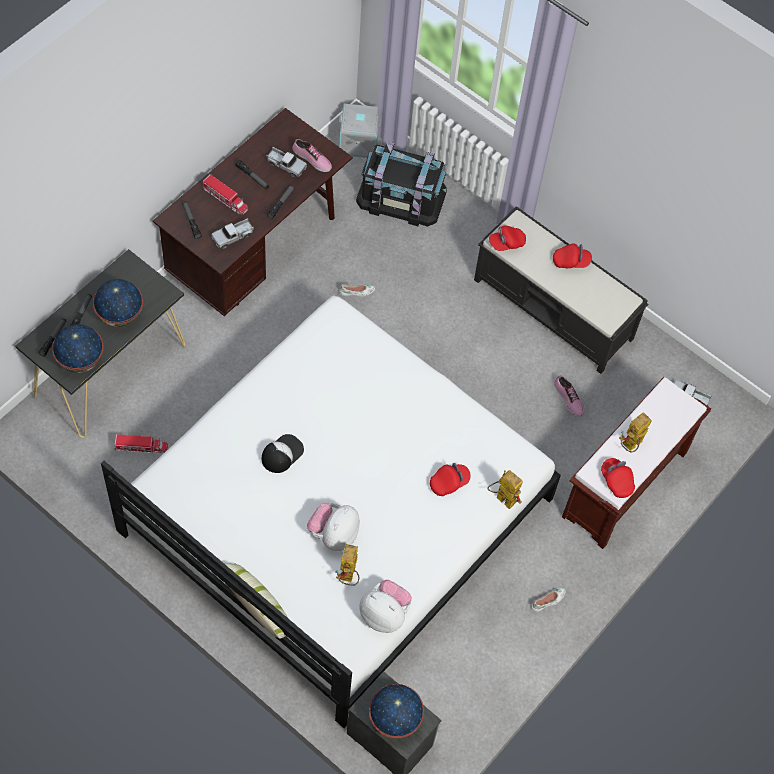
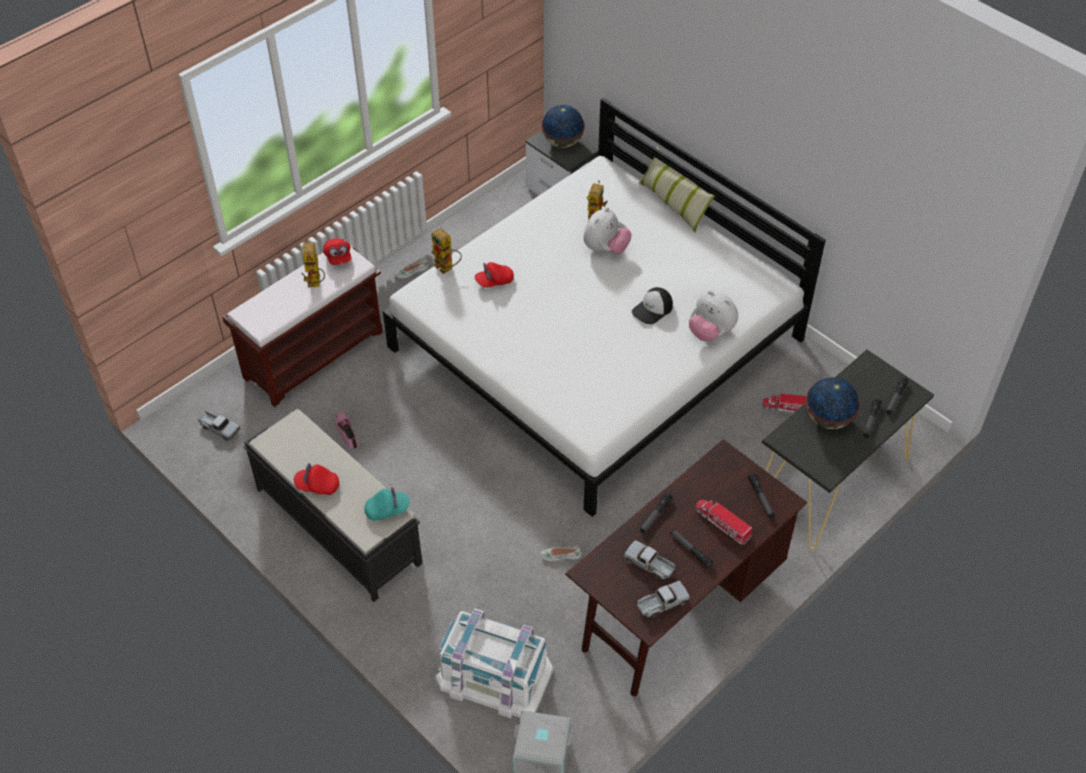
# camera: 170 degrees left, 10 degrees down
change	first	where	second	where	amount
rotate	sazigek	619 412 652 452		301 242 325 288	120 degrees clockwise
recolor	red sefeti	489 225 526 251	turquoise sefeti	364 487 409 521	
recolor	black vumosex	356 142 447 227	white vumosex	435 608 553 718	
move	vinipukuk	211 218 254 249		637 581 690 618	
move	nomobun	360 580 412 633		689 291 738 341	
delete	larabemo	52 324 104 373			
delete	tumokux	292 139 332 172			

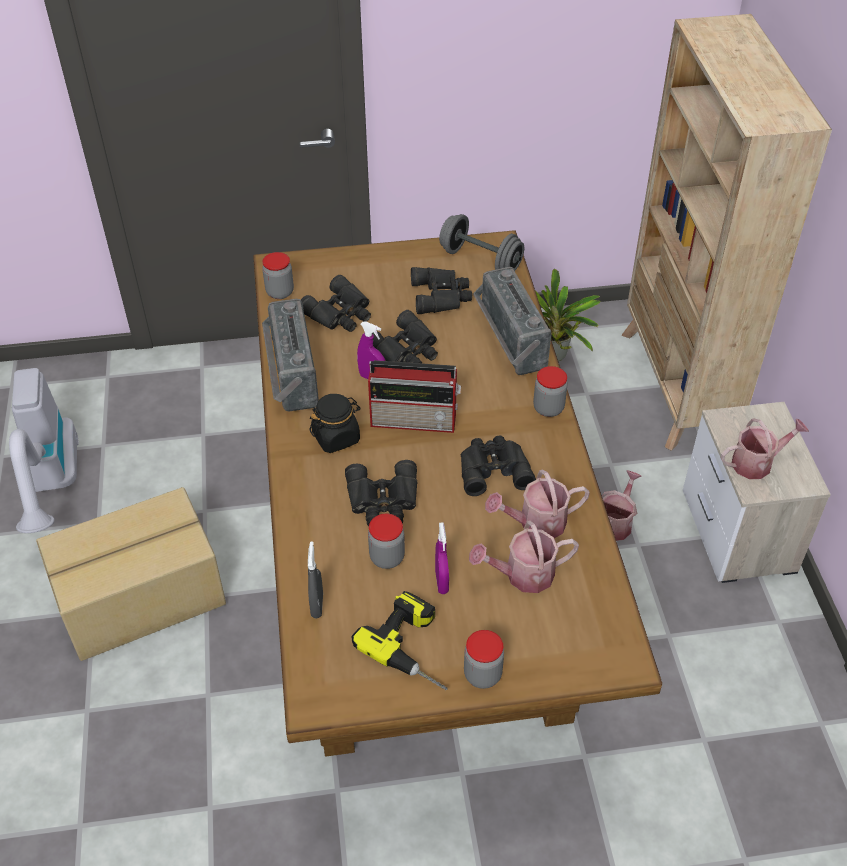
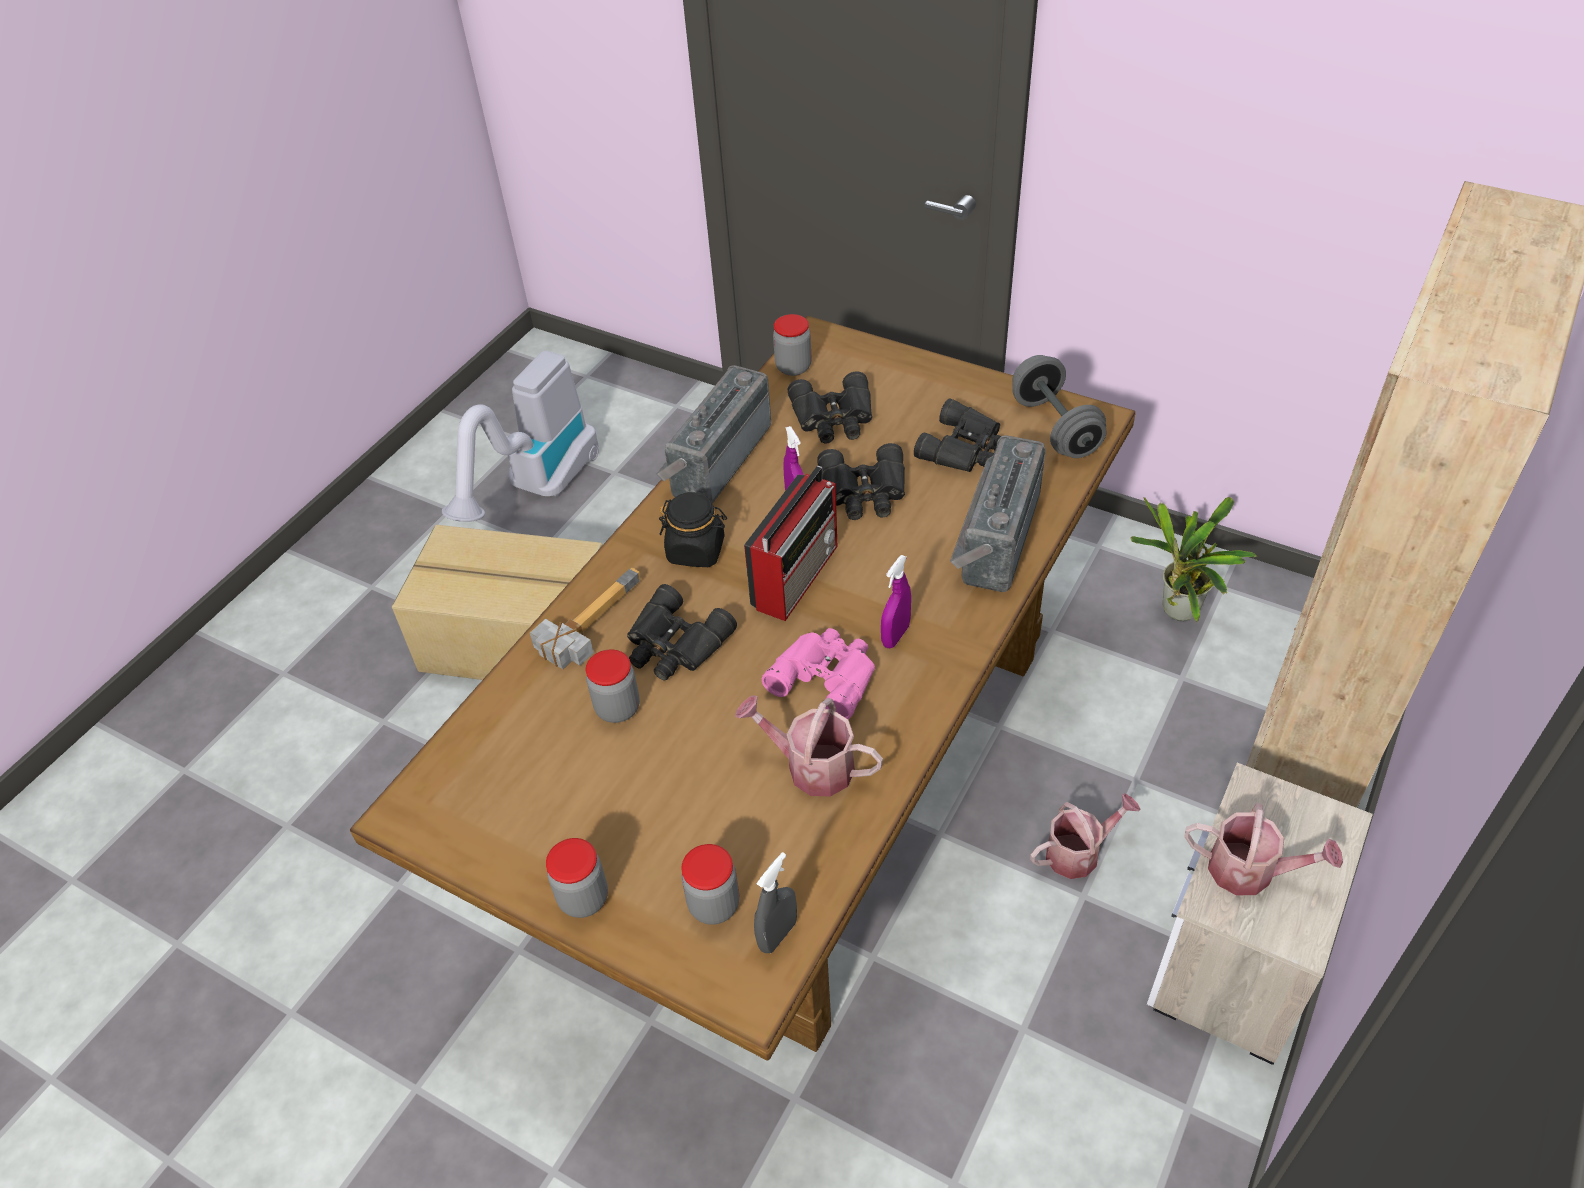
# camera: 40 degrees right, 0 degrees up
change	first	where	second	where	amount
insert			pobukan	530 568 641 669	
move	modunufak	533 366 568 417		681 844 739 925	
rotate	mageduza	368 360 461 433		744 466 837 621	105 degrees counterclockwise
move	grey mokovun	308 541 323 618		754 852 797 953	
recolor	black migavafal	461 435 536 496	pink migavafal	762 628 875 720	
move	purple mokovun	435 522 449 594		881 555 911 648	
delete	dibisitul	351 591 448 690			
delete	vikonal	469 520 579 593			

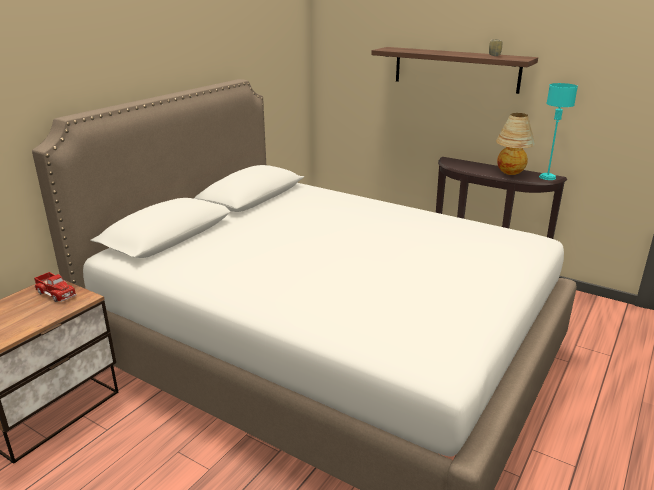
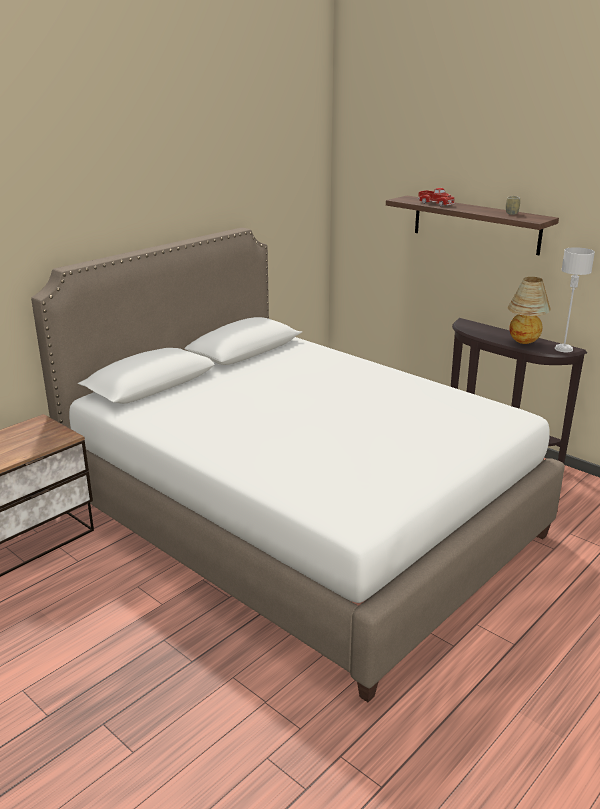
# camera: 10 degrees right, 0 degrees up
change	first	where	second	where	amount
move	vinipukuk	34 272 77 302		418 188 455 207	
recolor	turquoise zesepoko	539 83 578 180	grey zesepoko	555 247 595 352	

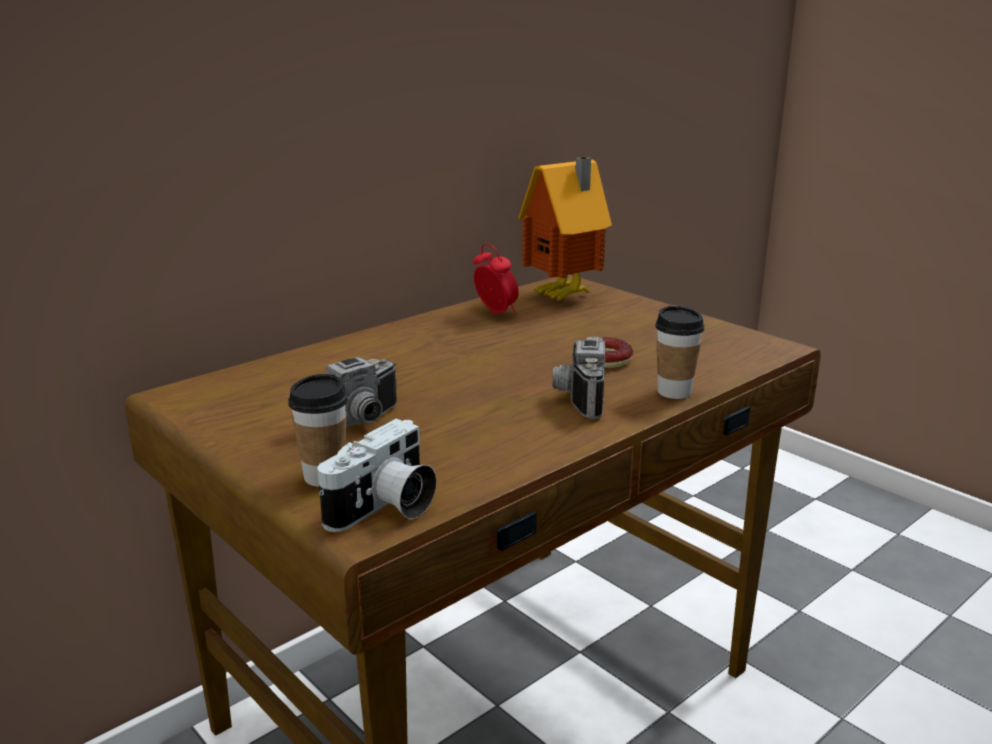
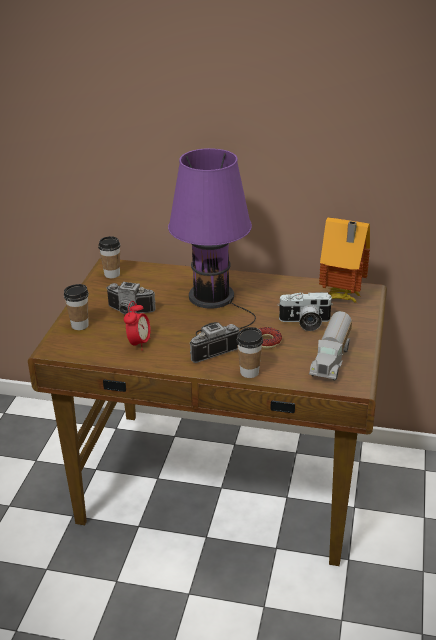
# camera: 55 degrees right, 10 degrees up
change	first	where	second	where	amount
insert			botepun	98 236 121 278	
move	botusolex	473 244 519 315		124 301 150 351	
insert			purple zesepoko	168 148 256 335	
move	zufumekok	318 419 437 532		278 292 333 331	
insert			vinipukuk	309 311 352 381	

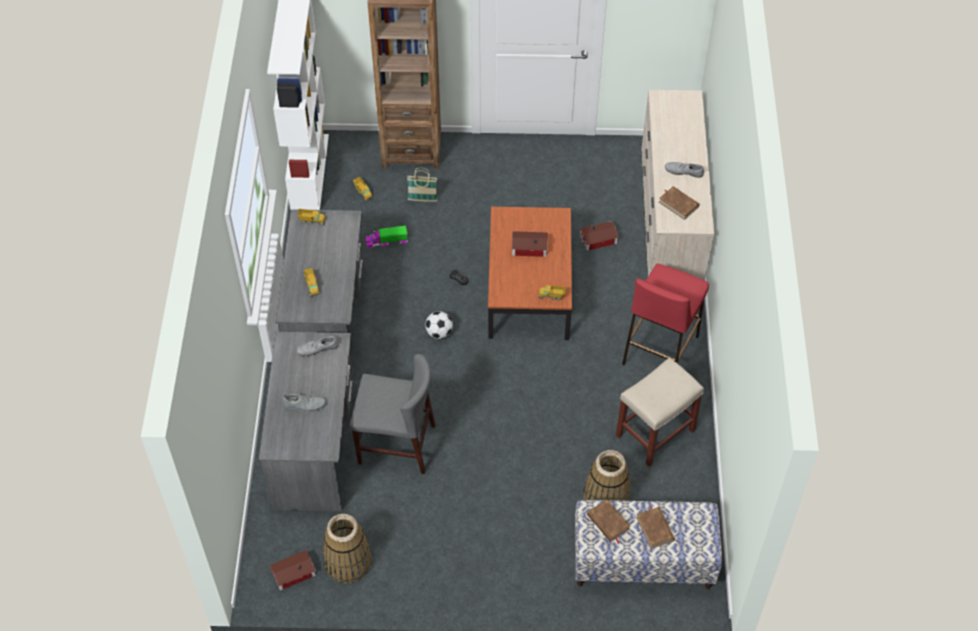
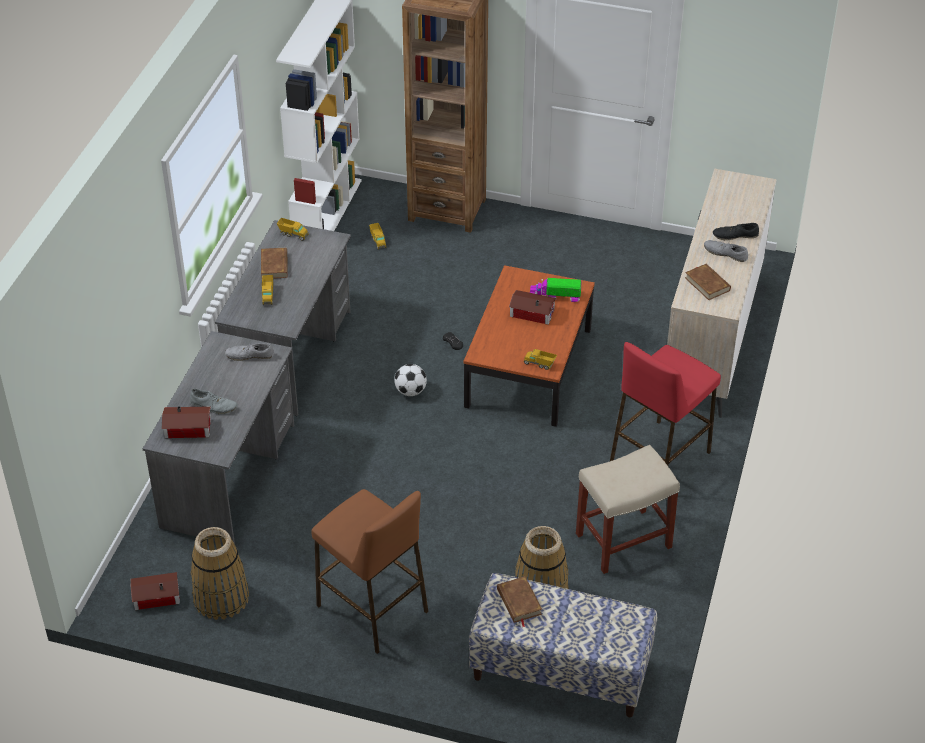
# camera: 15 degrees right, 10 degrees down
change	first	where	second	where	amount
move	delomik	580 221 619 251		162 406 211 438	
move	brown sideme	636 506 675 549		261 247 288 279	
insert			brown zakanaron	311 489 428 654	
move	vinipukuk	366 225 408 248		530 278 582 302	
insert			black tumokux	713 223 759 240	
delete	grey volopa	350 354 436 474			
delete	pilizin	407 168 438 202			

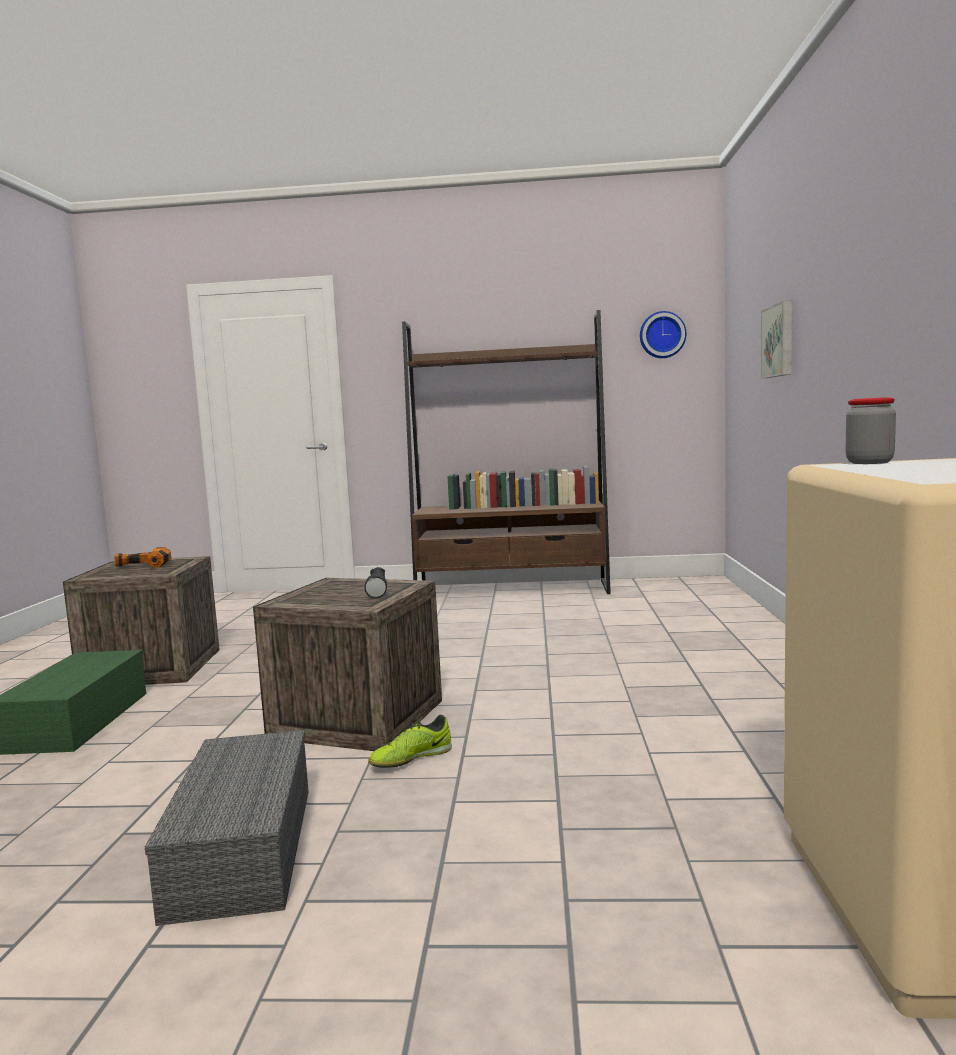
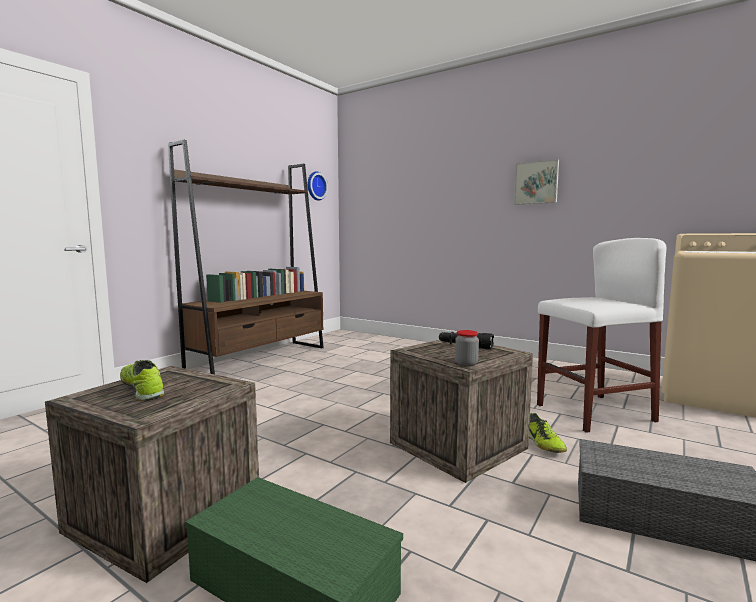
# camera: 60 degrees left, 0 degrees up
change	first	where	second	where	amount
replace	dibisitul	115 547 171 568	tumokux	120 360 165 401	
move	modunufak	845 397 896 464		455 330 479 367	
move	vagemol	761 300 792 378		514 159 559 205	
insert			white zakanaron	537 238 666 433	

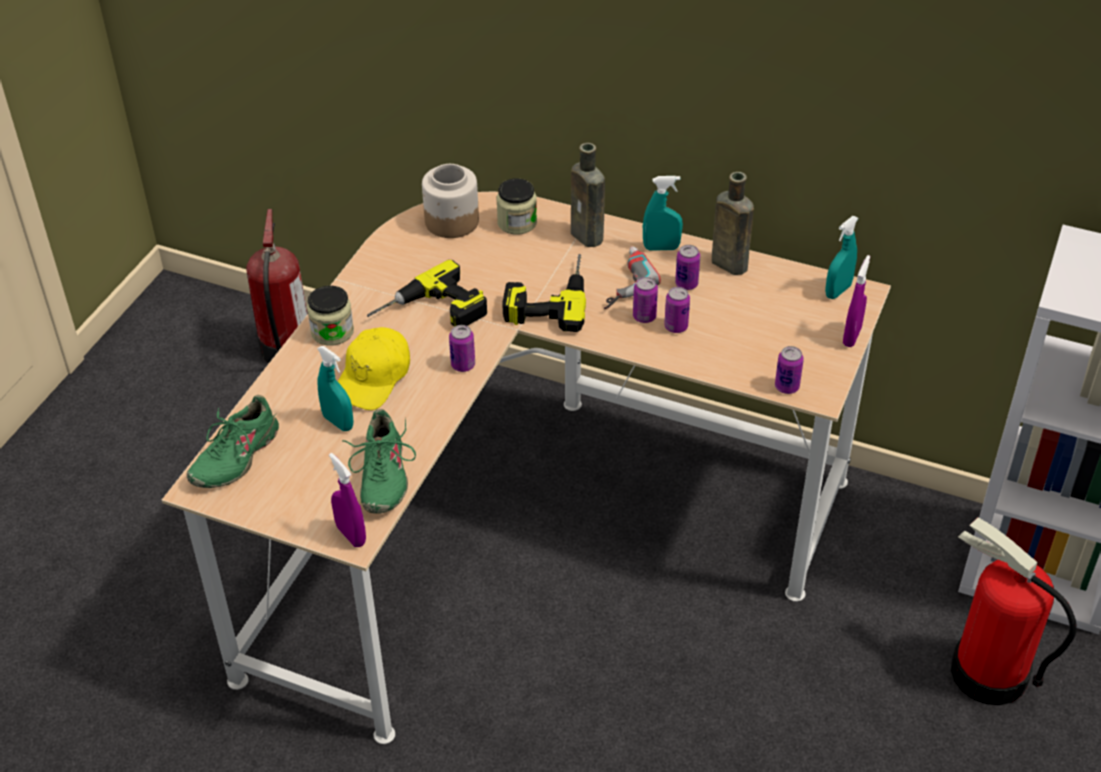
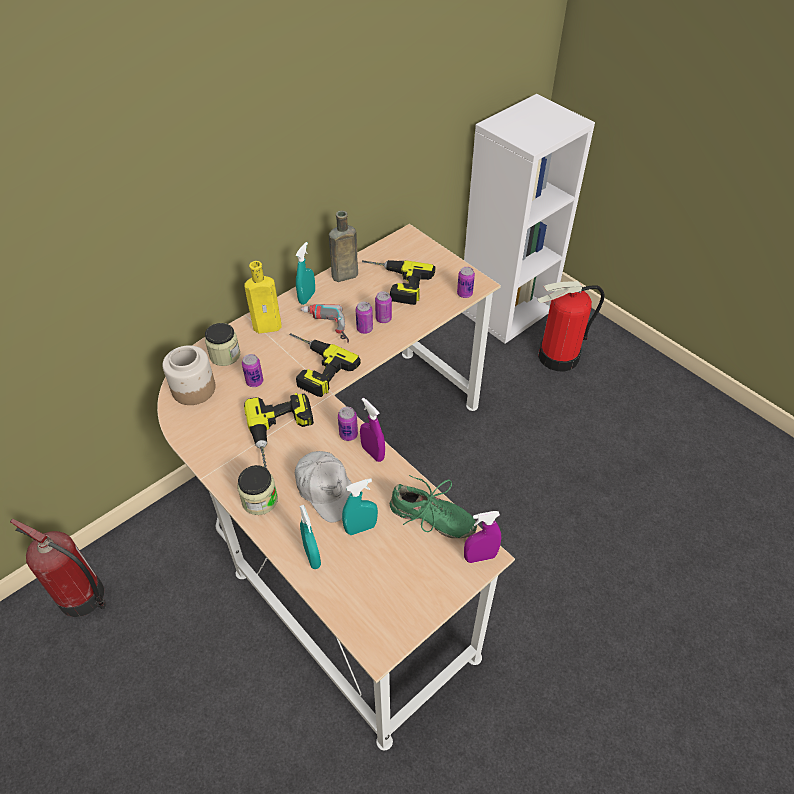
# camera: 65 degrees left, 5 degrees up
change	first	where	second	where	amount
move	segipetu	675 245 700 290		242 354 263 387	
recolor	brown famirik	571 143 605 247	yellow famirik	244 261 282 333	
recolor	yellow sefeti	338 327 410 410	white sefeti	295 451 362 523	
move	turquoise mokovun	825 216 858 299		299 505 321 569	
move	purple mokovun	843 255 870 347		360 398 385 462	
insert			dibisitul	362 260 436 305	
delete	green tumokux	186 395 279 488			

